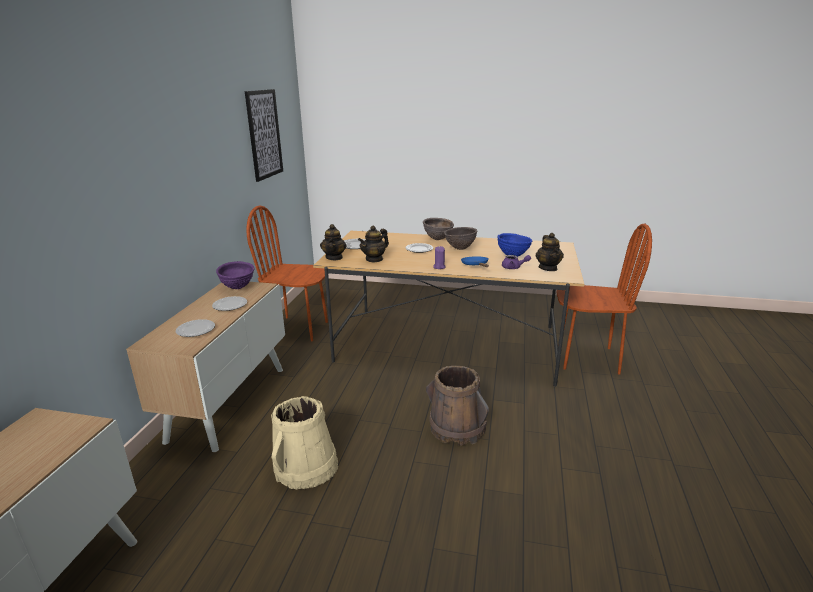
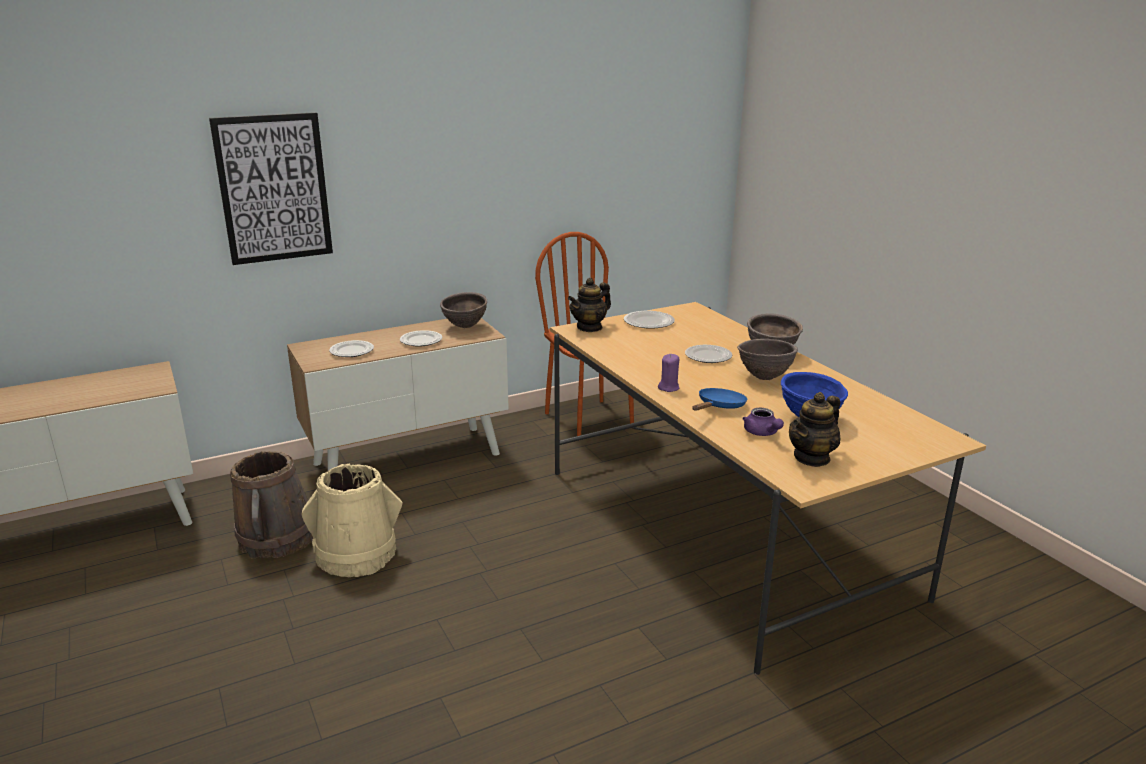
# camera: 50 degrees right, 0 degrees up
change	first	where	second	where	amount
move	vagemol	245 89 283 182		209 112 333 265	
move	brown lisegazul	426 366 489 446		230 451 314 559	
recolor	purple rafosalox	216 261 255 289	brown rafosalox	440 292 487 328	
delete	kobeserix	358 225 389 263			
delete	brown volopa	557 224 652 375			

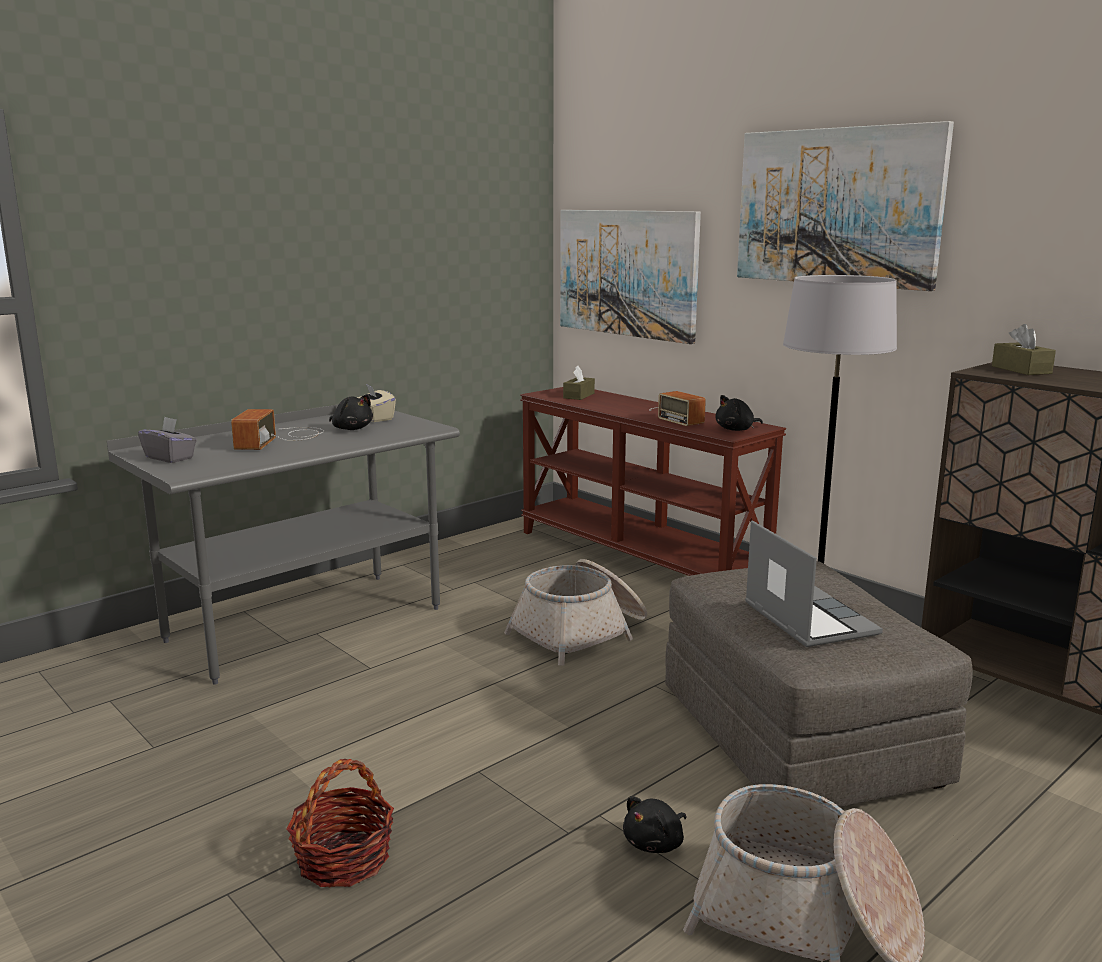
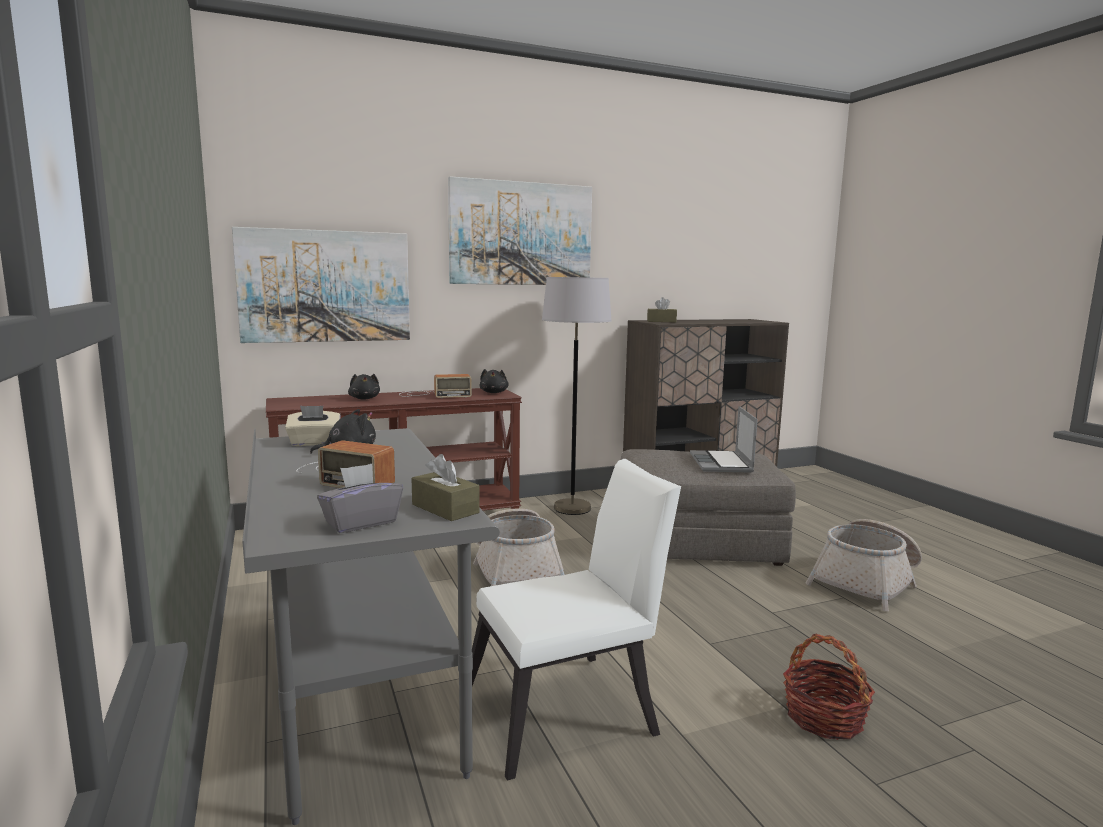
# camera: 70 degrees left, 5 degrees down
change	first	where	second	where	amount
move	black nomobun	623 796 687 853		348 374 380 399	
move	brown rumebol	563 366 595 400		411 454 480 521	
insert			white volopa	472 459 681 781	
rotate	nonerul	745 521 883 647		690 406 758 472	90 degrees counterclockwise

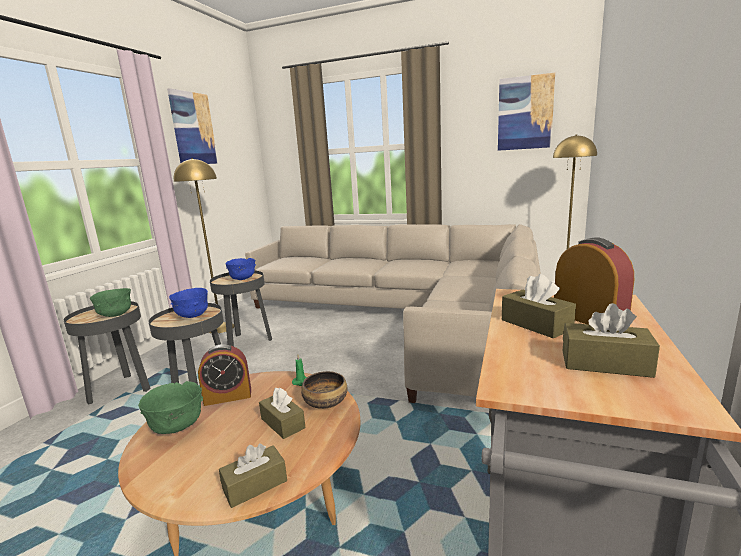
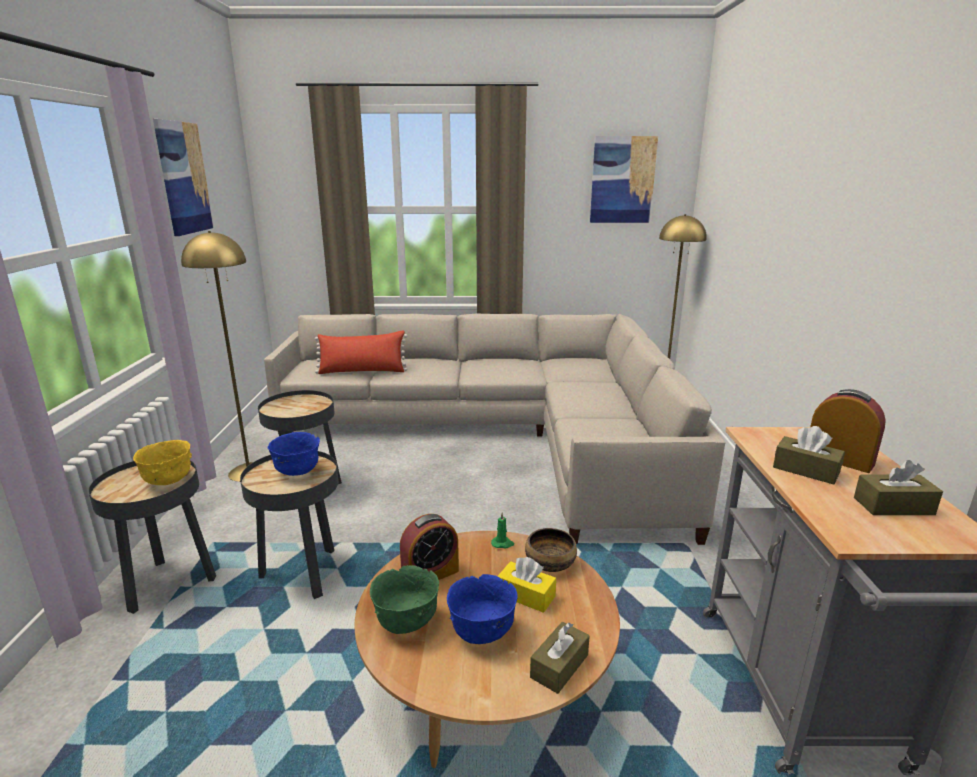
# camera: 20 degrees left, 5 degrees up
change	first	where	second	where	amount
recolor	green rafosalox	90 288 131 317	yellow rafosalox	133 440 192 485	
insert			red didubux	315 330 408 374	
move	blue rafosalox	225 258 256 280		447 574 518 644	
recolor	brown rumebol	259 387 305 439	yellow rumebol	497 557 556 613	

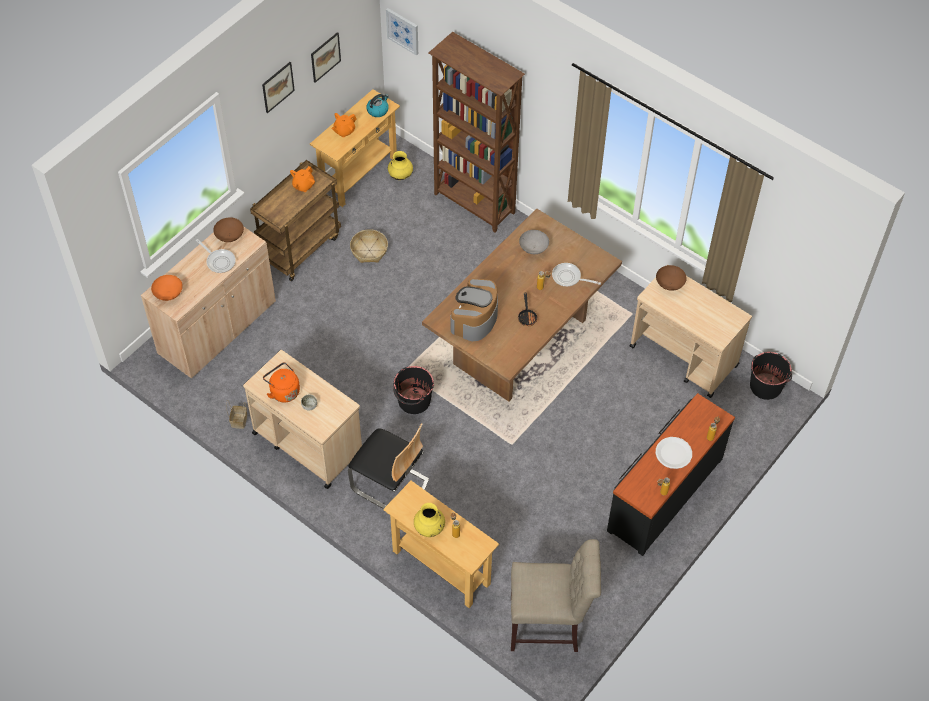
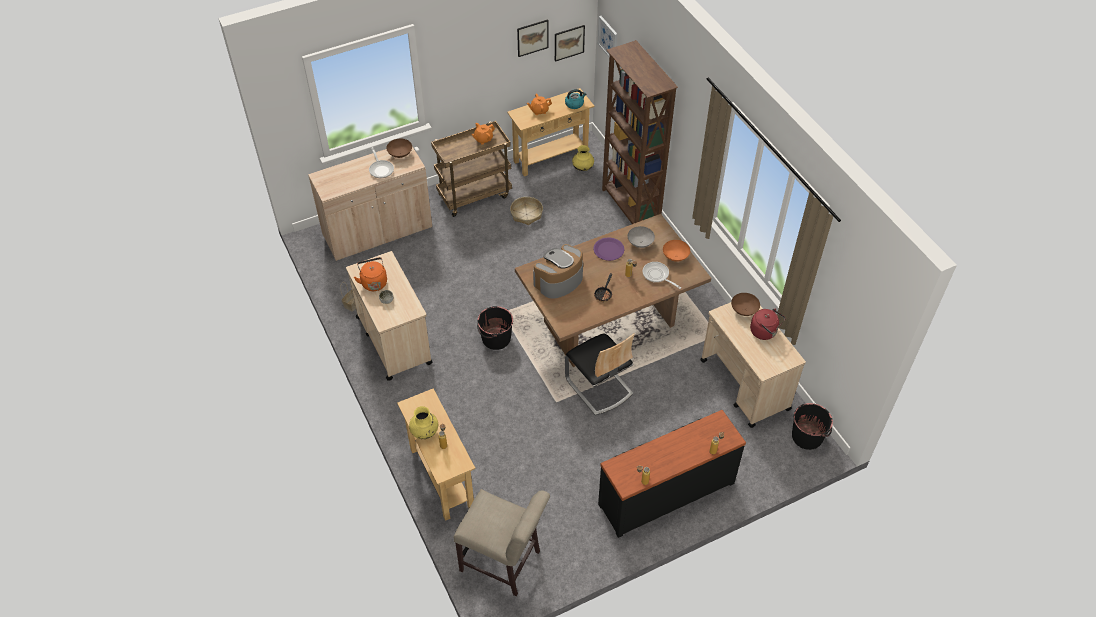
# camera: 25 degrees right, 5 degrees down
change	first	where	second	where	amount
move	vagemol	262 62 295 113		555 25 585 62	
move	volopa	348 423 429 509		565 333 635 416	
insert			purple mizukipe	593 237 625 261	
move	orange rafosalox	151 275 183 301		663 240 690 262	
insert			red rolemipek	750 309 786 340	
delete	white mizukipe	656 437 692 469			

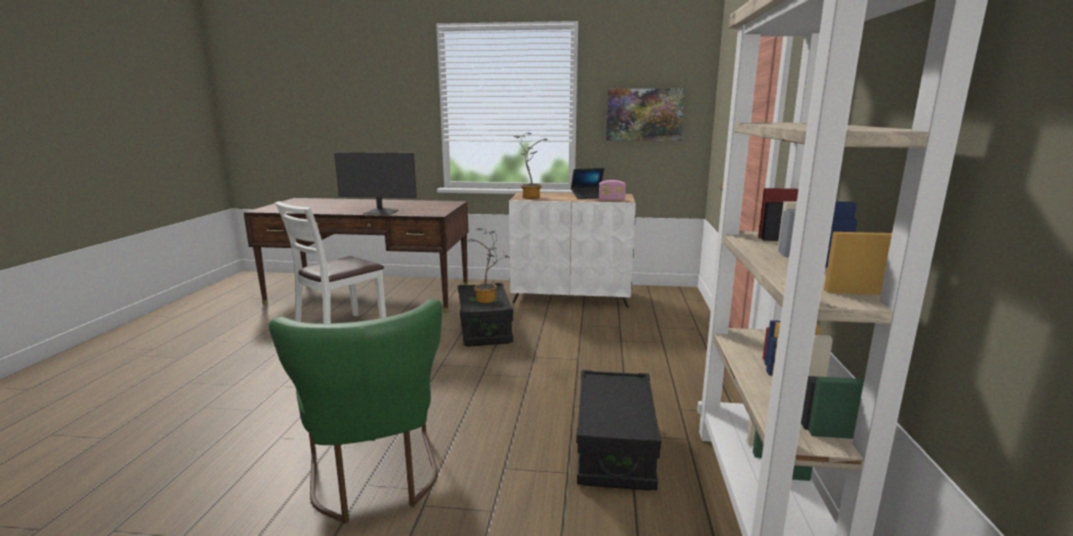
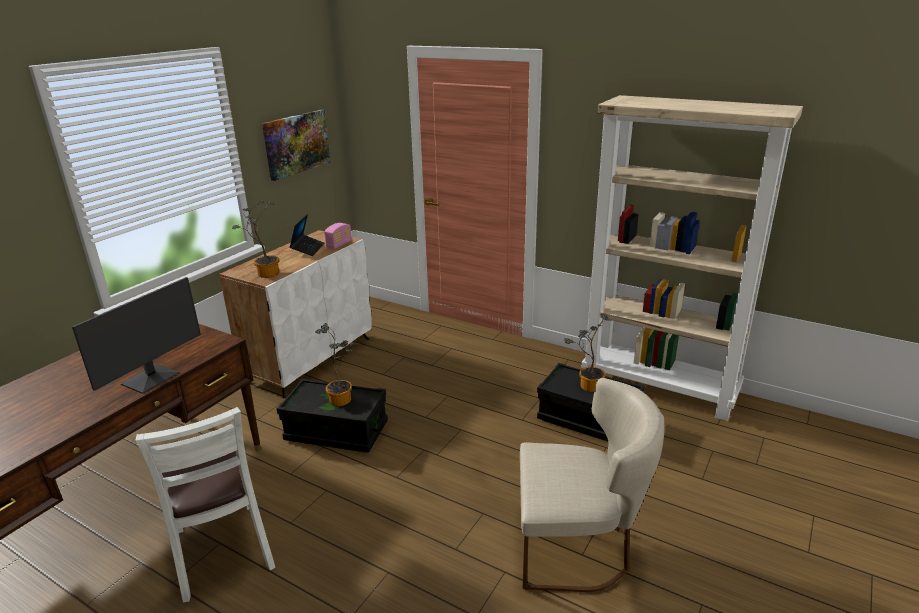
# camera: 65 degrees left, 10 degrees up
change	first	where	second	where	amount
recolor	green volopa	269 299 442 524	beige volopa	520 378 664 592	
insert			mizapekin	564 314 611 392	

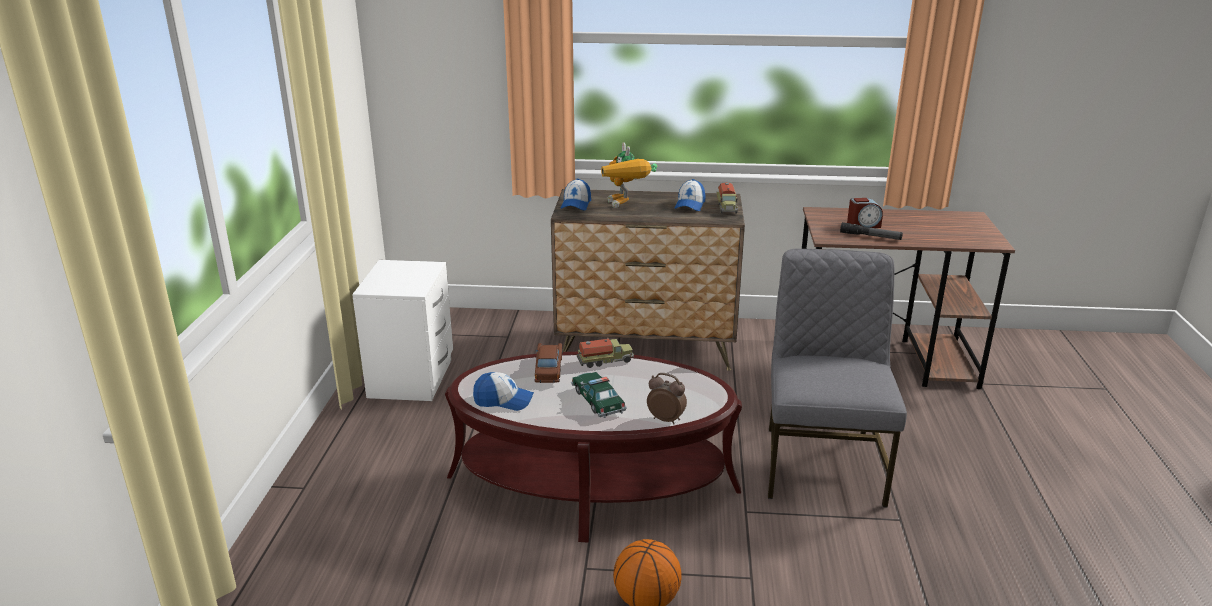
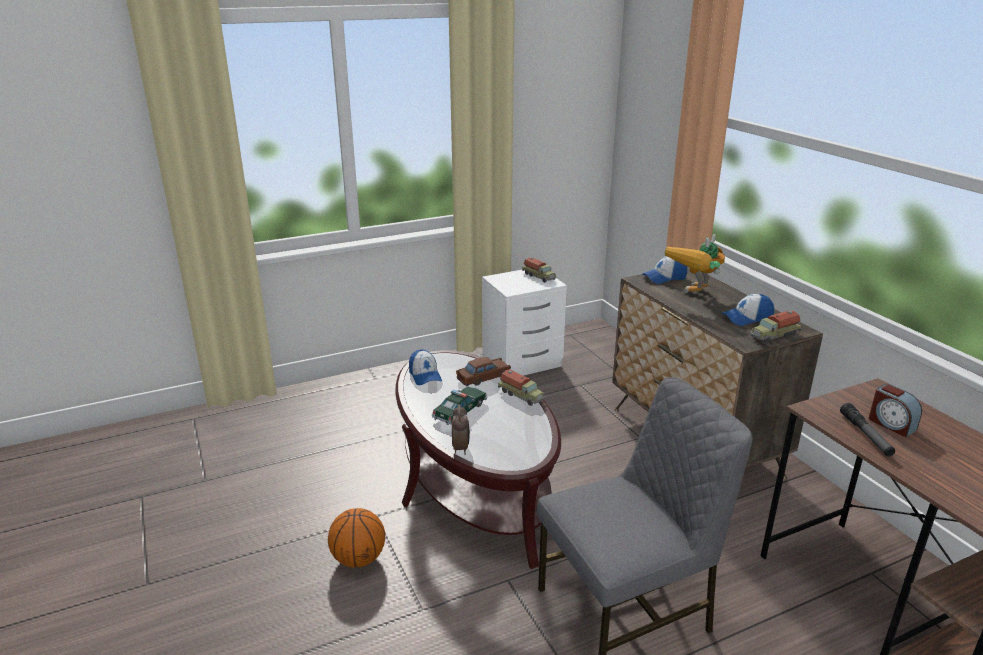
# camera: 60 degrees right, 0 degrees up
change	first	where	second	where	amount
insert			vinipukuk	522 257 556 283	

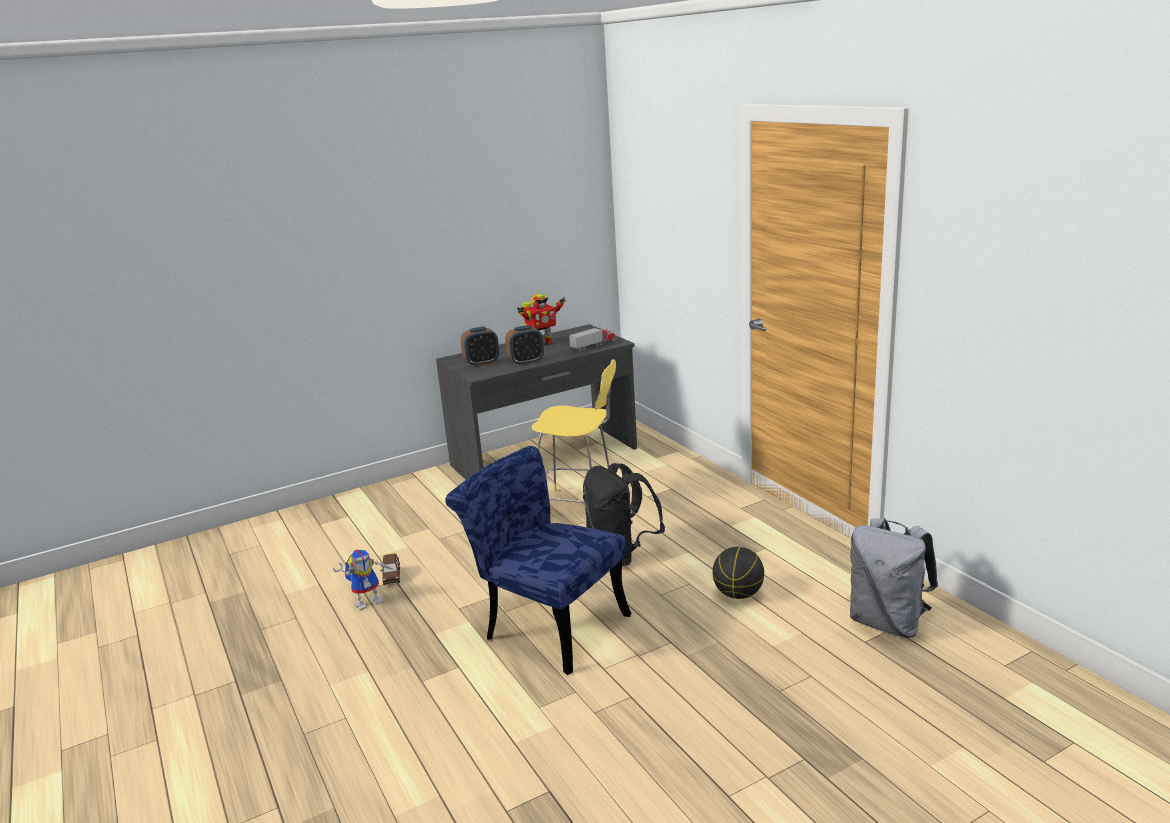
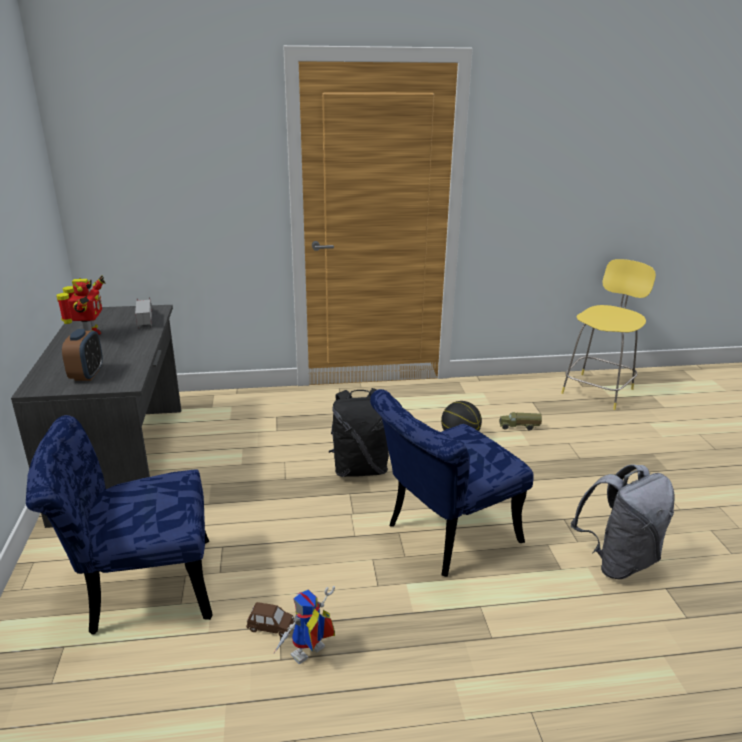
# camera: 70 degrees left, 5 degrees up
change	first	where	second	where	amount
insert			blue volopa	26 415 213 635	
rotate	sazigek	332 550 394 610		274 586 335 664	120 degrees counterclockwise
insert			vinipukuk	499 412 542 430	
move	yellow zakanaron	531 359 616 503		561 259 656 410	
move	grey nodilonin	850 518 938 638		571 464 675 579	
delete	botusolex	505 325 544 365			

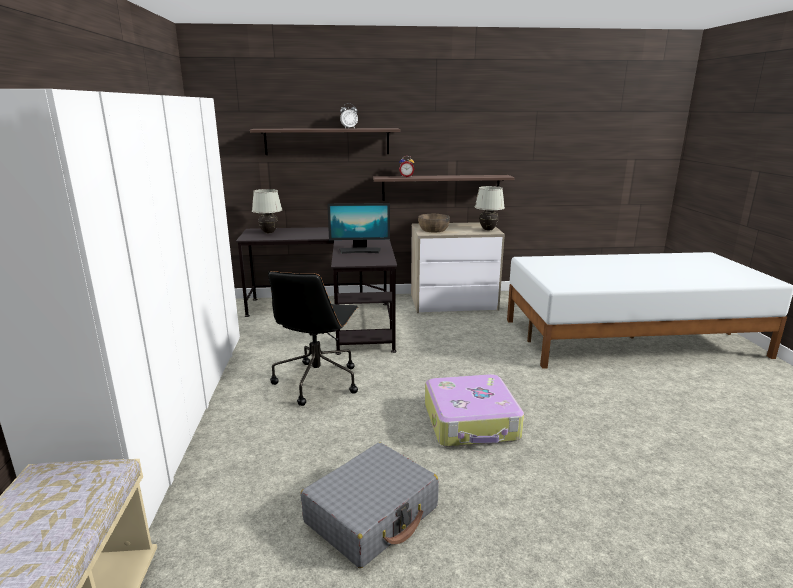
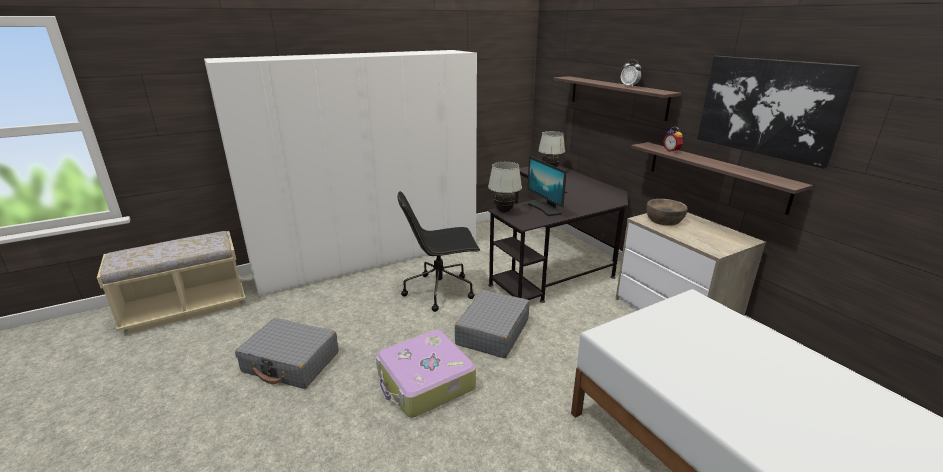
# camera: 65 degrees right, 5 degrees up
change	first	where	second	where	amount
insert			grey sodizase	455 290 529 358	
move	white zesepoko	475 186 505 230		488 162 522 213	
insert			vagemol	697 56 860 169	

